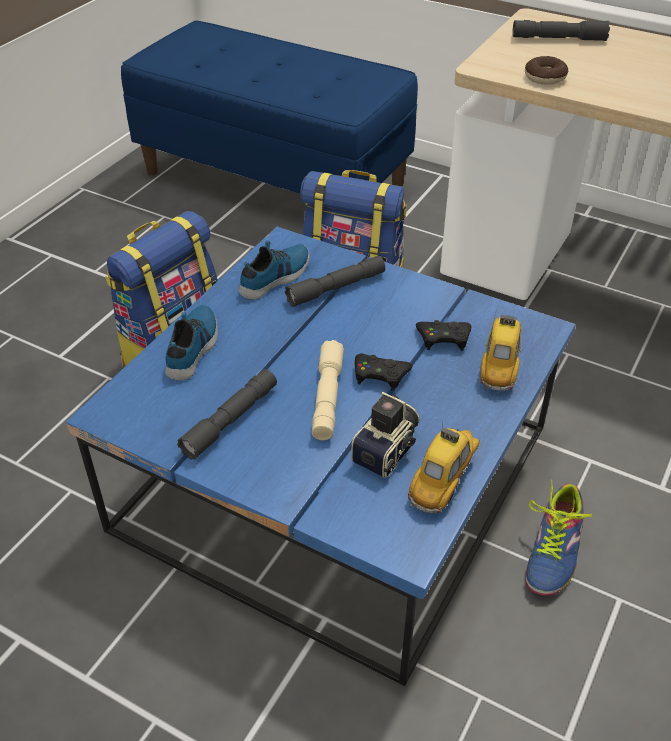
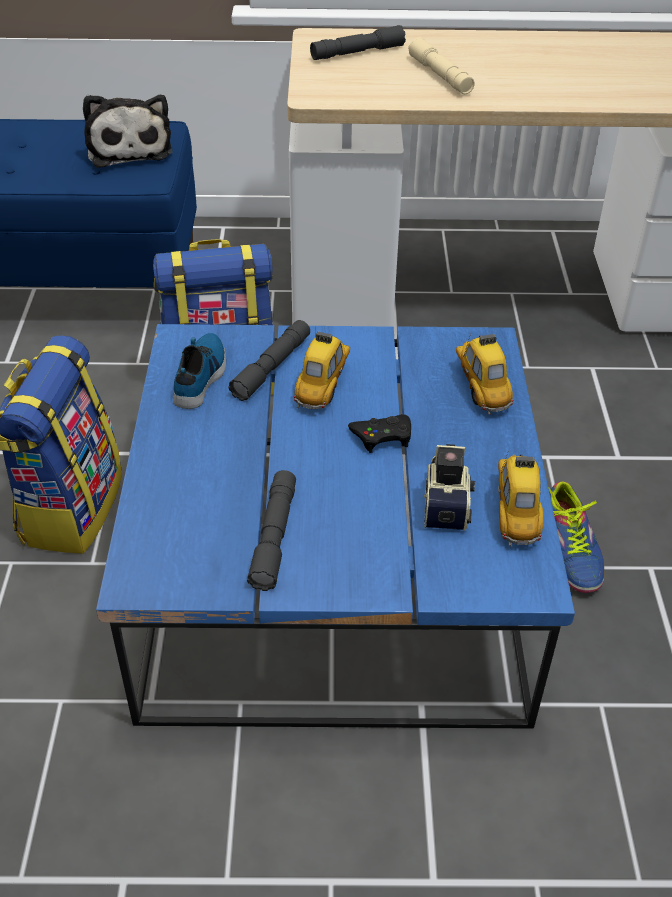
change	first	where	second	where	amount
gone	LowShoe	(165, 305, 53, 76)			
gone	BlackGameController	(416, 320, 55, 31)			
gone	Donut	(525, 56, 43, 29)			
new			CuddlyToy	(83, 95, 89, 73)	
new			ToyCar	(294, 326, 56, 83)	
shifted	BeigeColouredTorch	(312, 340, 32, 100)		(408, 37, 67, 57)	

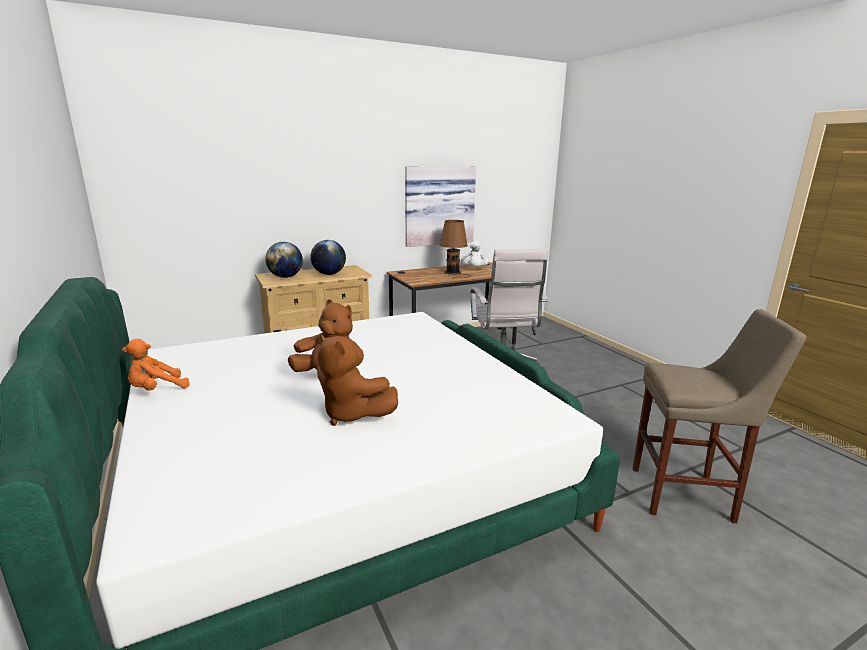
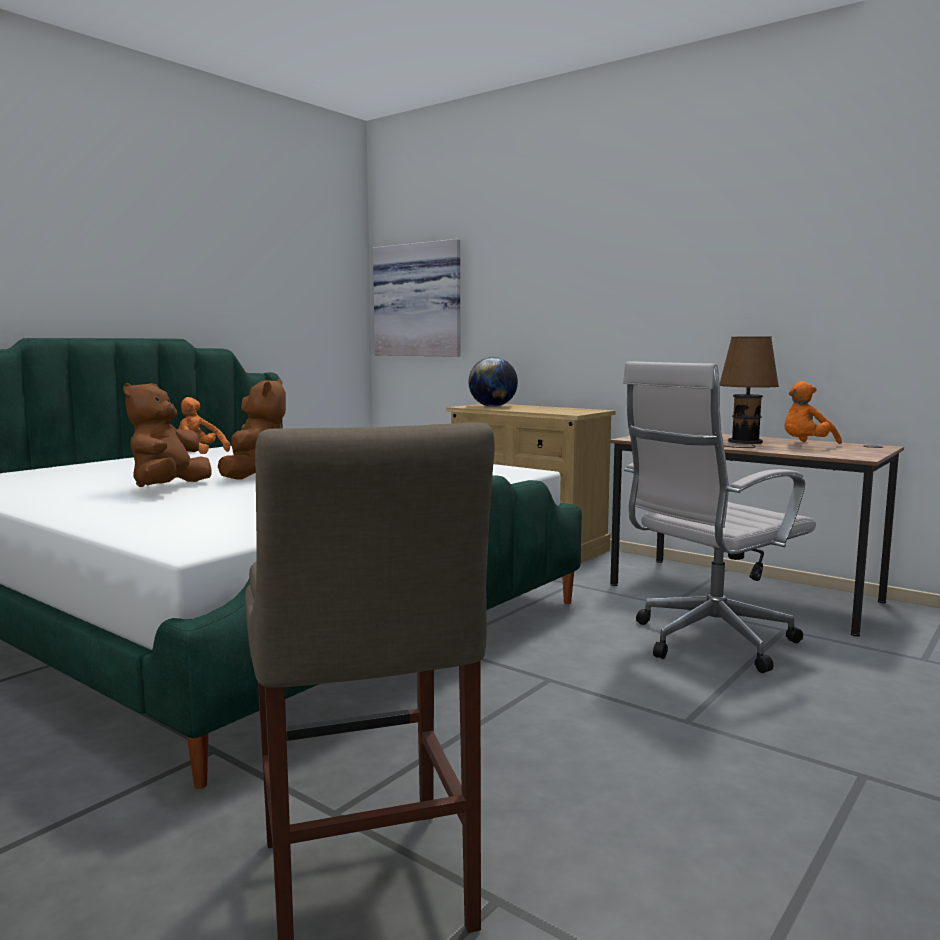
change	first	where	second	where	amount
gone	WorldGlobe	(310, 240, 36, 35)			
shifted	Picture	(405, 167, 71, 80)		(373, 239, 87, 118)	
repainted	WhitishCuddlyToy	(460, 241, 29, 26)	OrangeyCuddlyToy	(784, 381, 58, 63)	

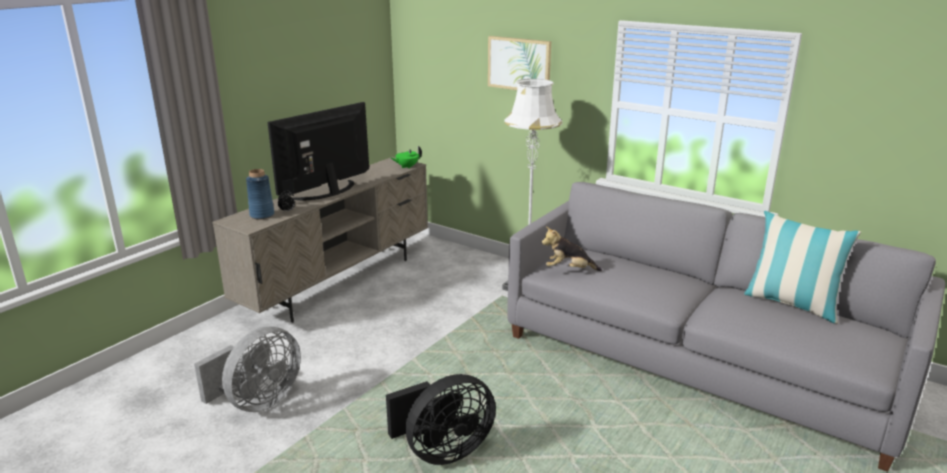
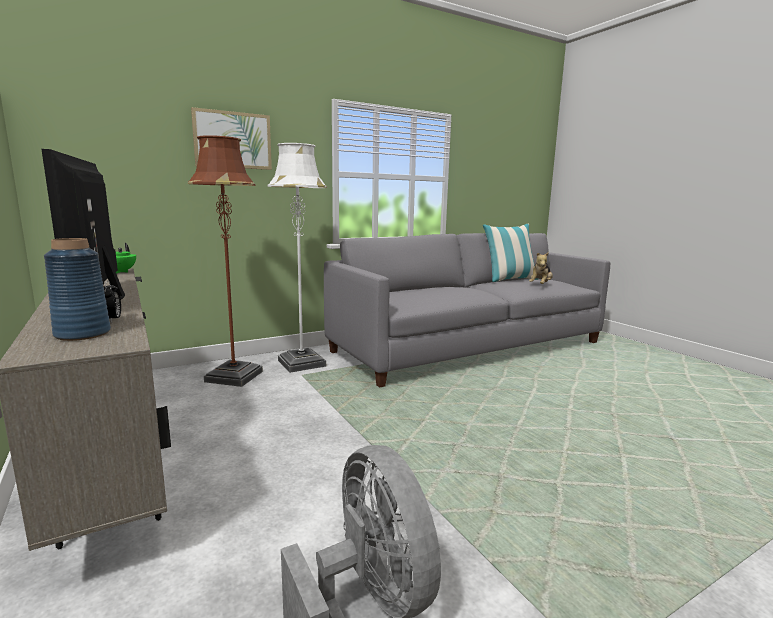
change	first	where	second	where	amount
gone	BlackElectricFan	(386, 374, 110, 91)			
new			BrownStandardLamp	(188, 135, 75, 252)	
shifted	CuddlyToy	(541, 227, 61, 44)		(529, 252, 24, 32)	

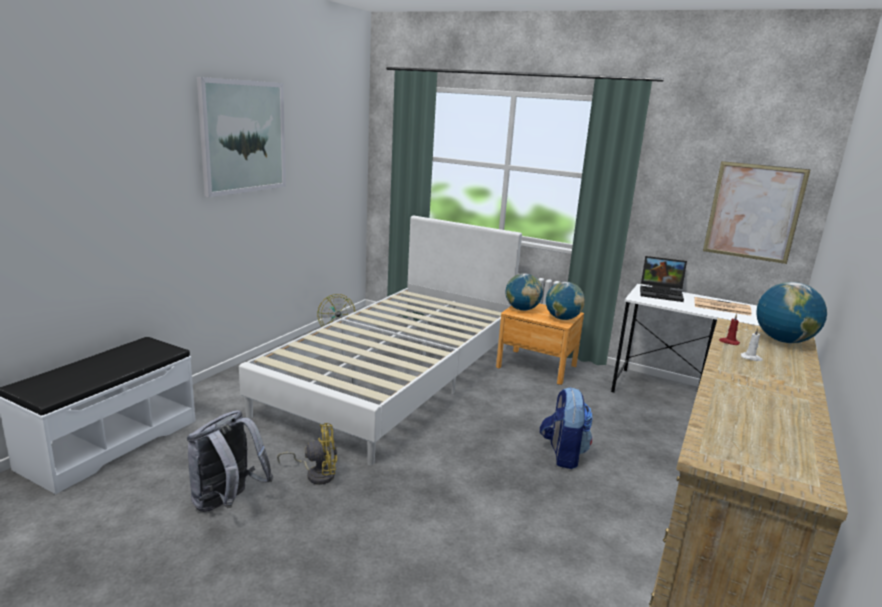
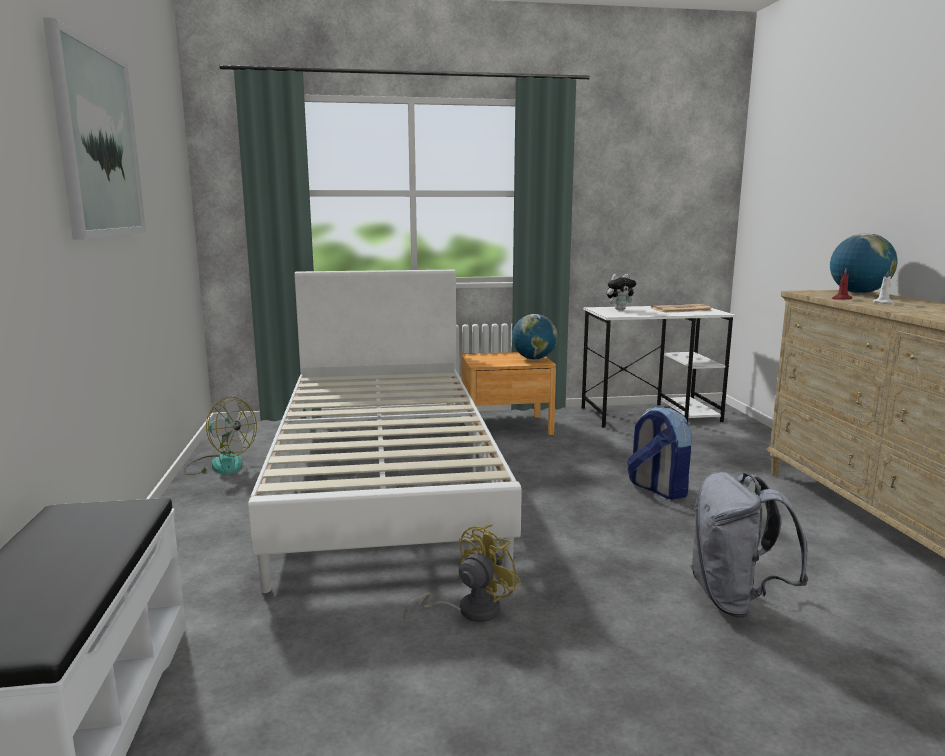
change	first	where	second	where	amount
gone	WorldGlobe	(506, 273, 37, 38)			
gone	Picture	(703, 161, 108, 103)			
shifted	GrayBackpack	(187, 410, 86, 102)		(690, 472, 118, 146)	
swapped	NotebookComputer	(640, 256, 47, 46)	CuddlyToy	(607, 274, 29, 36)	

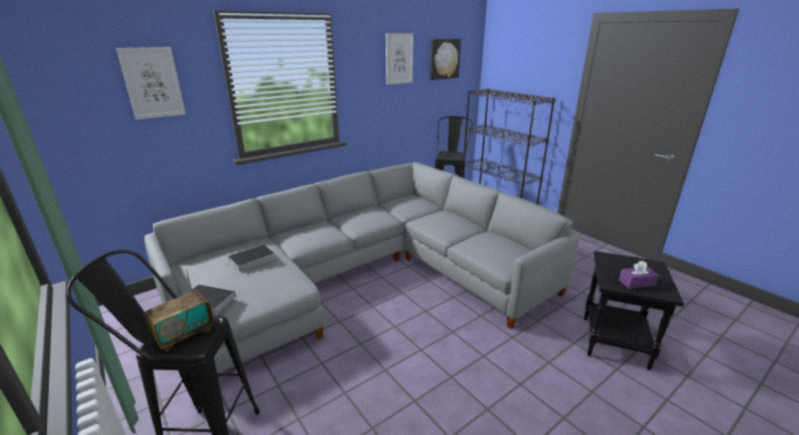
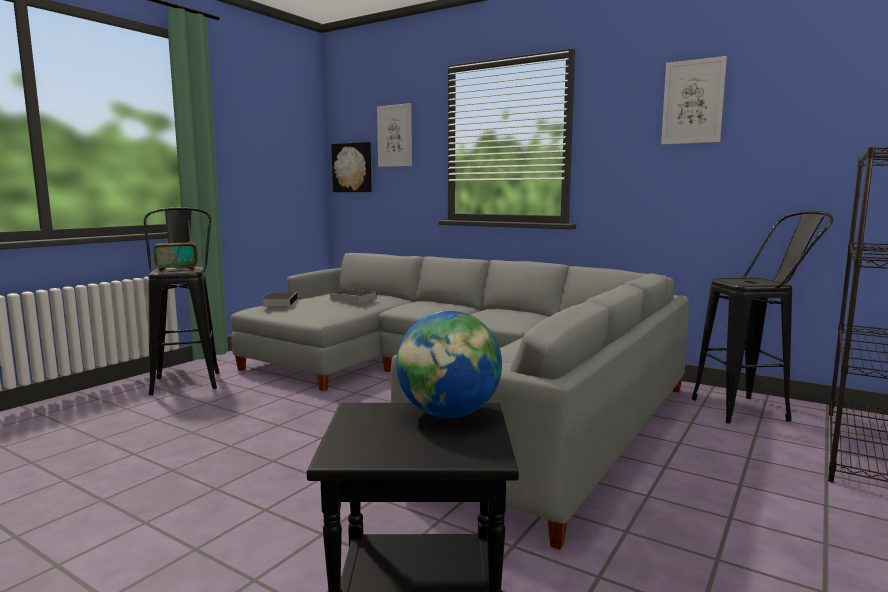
change	first	where	second	where	amount
gone	PurpleTissueBox	(619, 261, 40, 28)			
new			WorldGlobe	(396, 311, 106, 107)	
shifted	Picture	(430, 39, 31, 41)		(331, 142, 41, 50)	
rotated	RadioSet	(144, 269, 70, 83)		(153, 221, 45, 51)	45 degrees counterclockwise

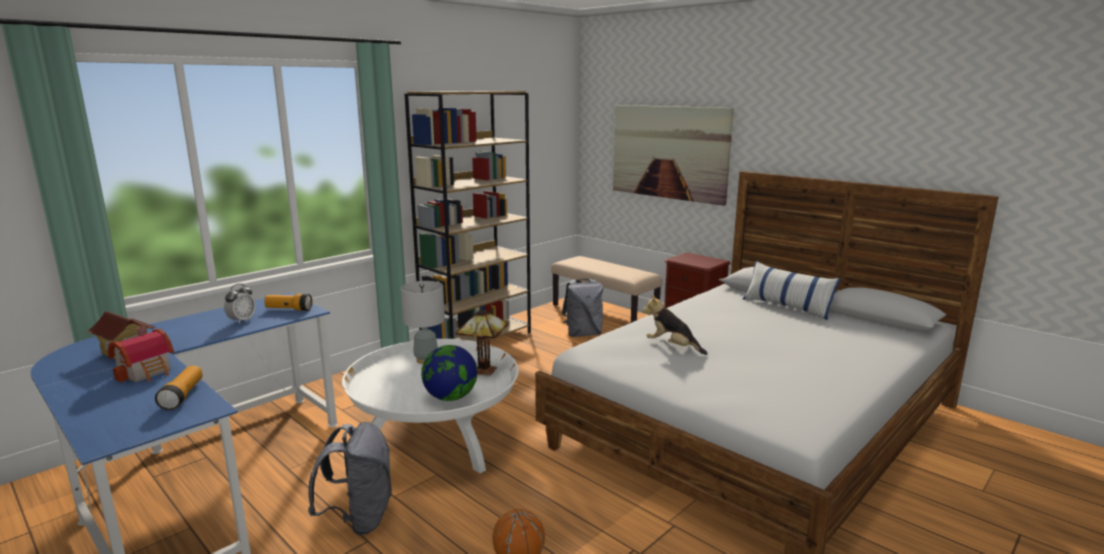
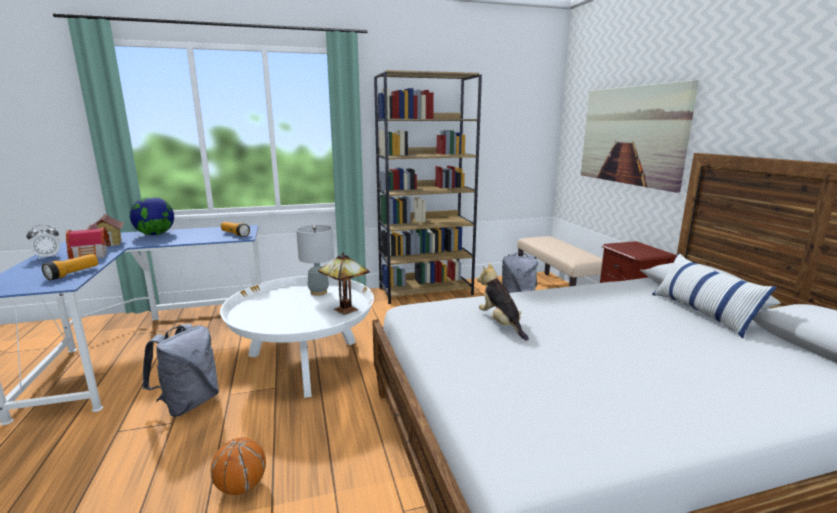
change	first	where	second	where	amount
shifted	BedsideClock	(224, 284, 31, 40)		(26, 225, 34, 35)	
shifted	WorldGlobe	(421, 345, 56, 56)		(130, 197, 44, 38)	

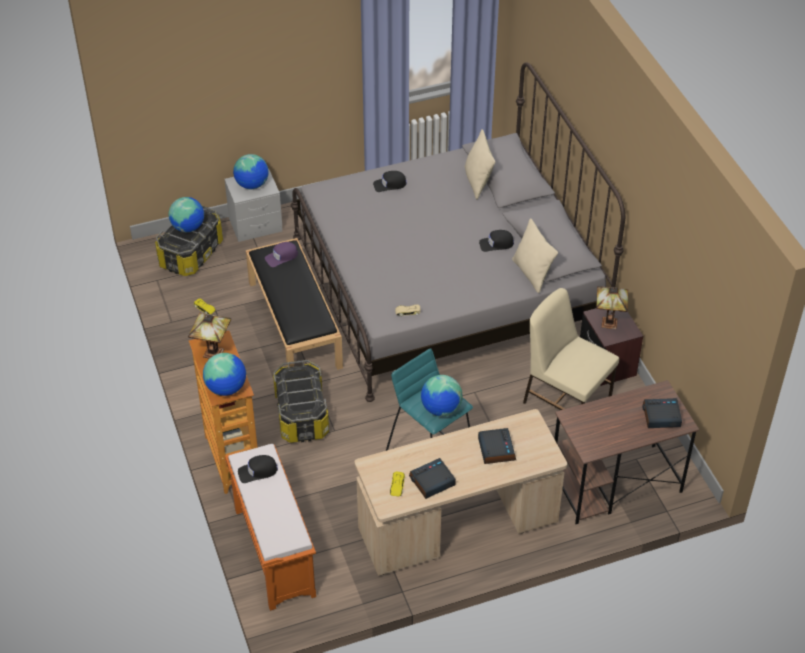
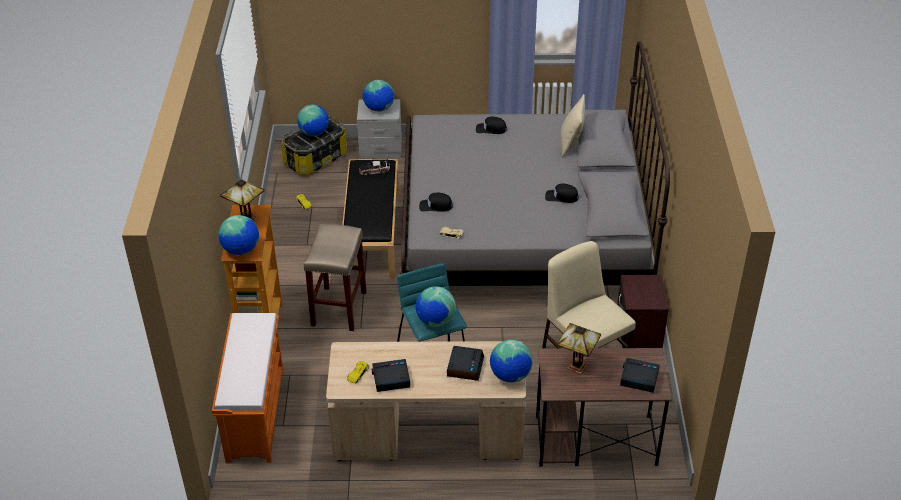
change	first	where	second	where	amount
gone	BeigeColouredThrowPillow	(512, 218, 46, 75)			
new			WorldGlobe	(490, 340, 43, 43)	
shifted	BlackCap	(238, 455, 40, 28)		(419, 193, 34, 19)	
shifted	TabletopLamp	(596, 286, 32, 44)		(557, 323, 44, 51)	
swapped	PurpleCap	(265, 242, 33, 25)	ToyCar	(359, 159, 31, 17)	
swapped	StorageBin	(273, 360, 56, 83)	BeigeColouredStool	(304, 224, 63, 107)	

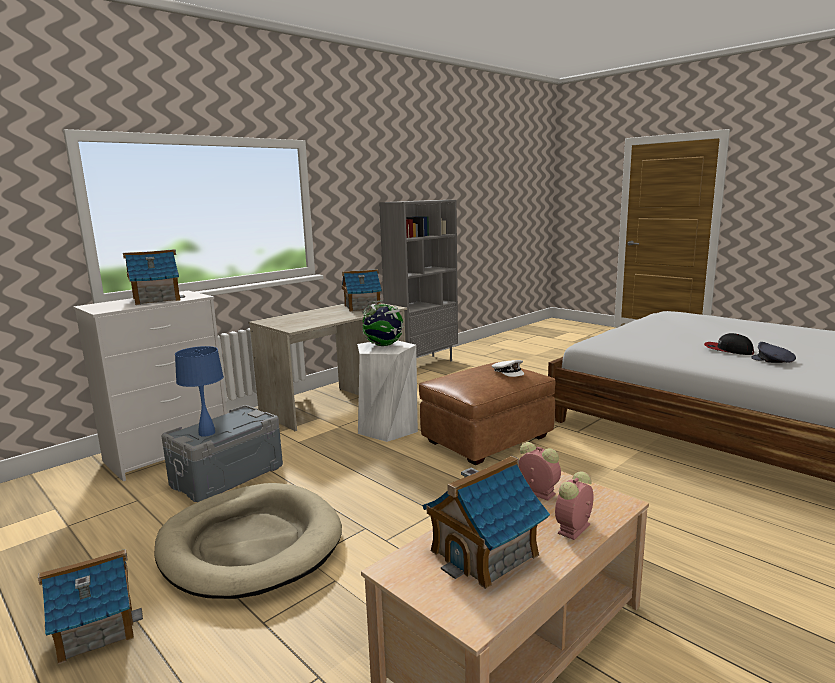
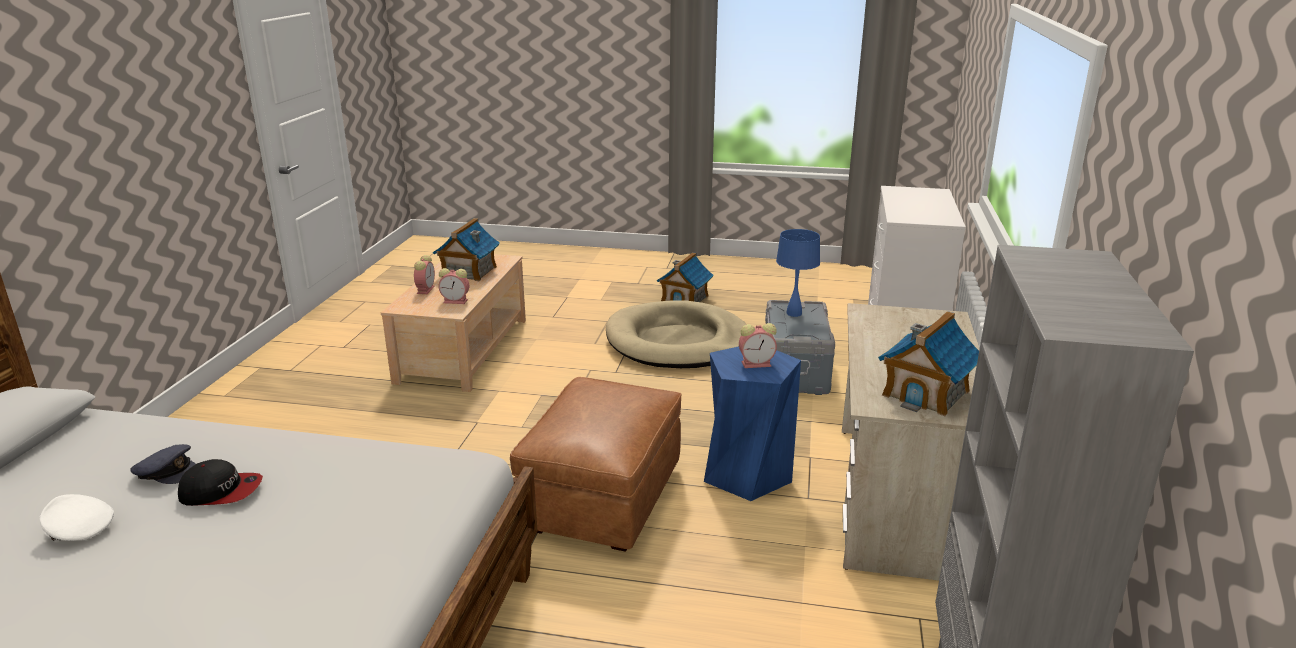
change	first	where	second	where	amount
gone	ToyHouse	(123, 249, 62, 56)			
shifted	WhitishCap	(492, 360, 32, 17)		(39, 494, 75, 47)	
swapped	WorldGlobe	(362, 300, 42, 46)	BedsideClock	(739, 323, 38, 45)	
repainted	WhitishStool	(357, 340, 61, 102)	BlueColouredStool	(704, 346, 97, 155)	

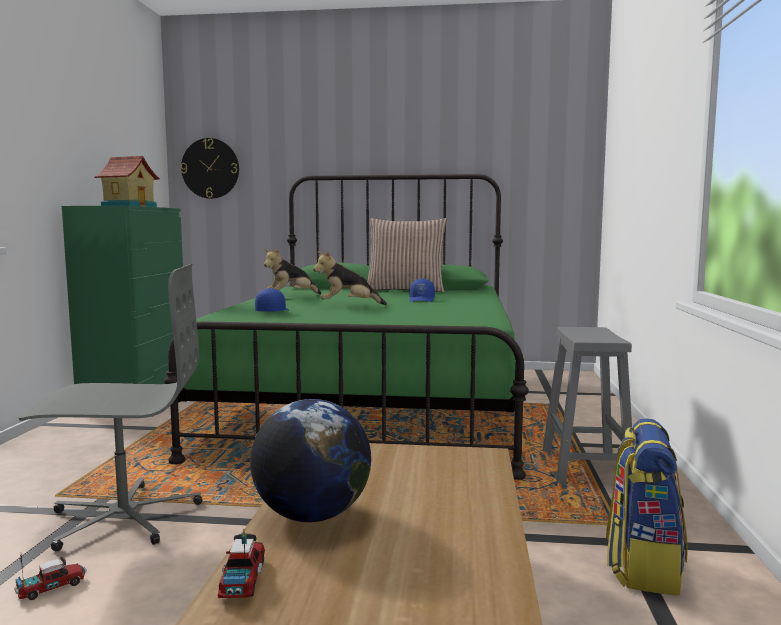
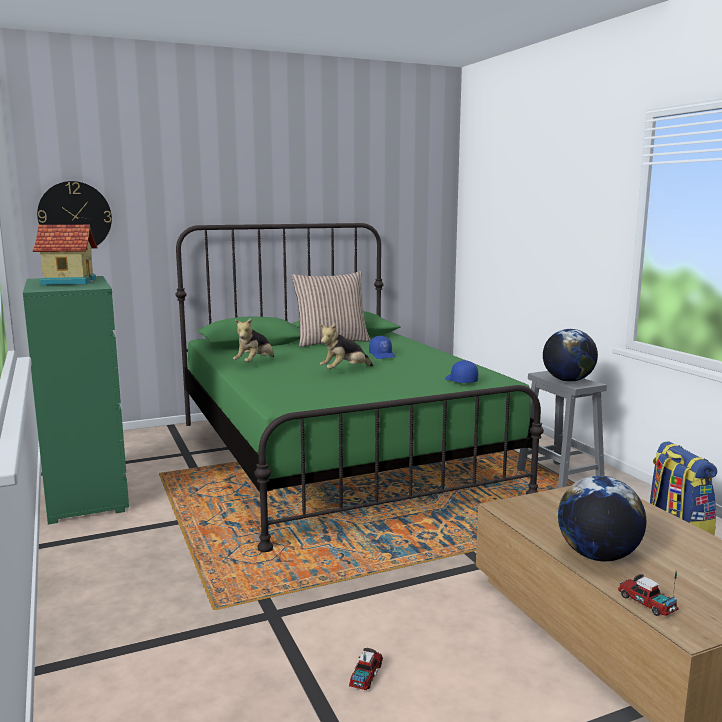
change	first	where	second	where	amount
gone	GrayOfficeChair	(18, 264, 184, 287)			
new			WorldGlobe	(543, 329, 55, 53)	
shifted	BlueColouredCap	(255, 288, 34, 24)		(445, 360, 33, 23)	

